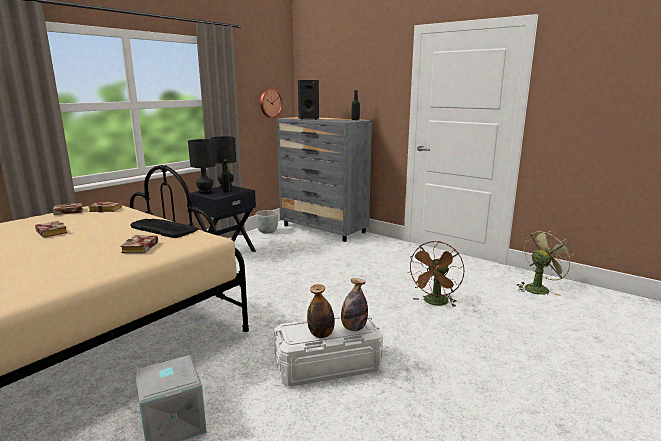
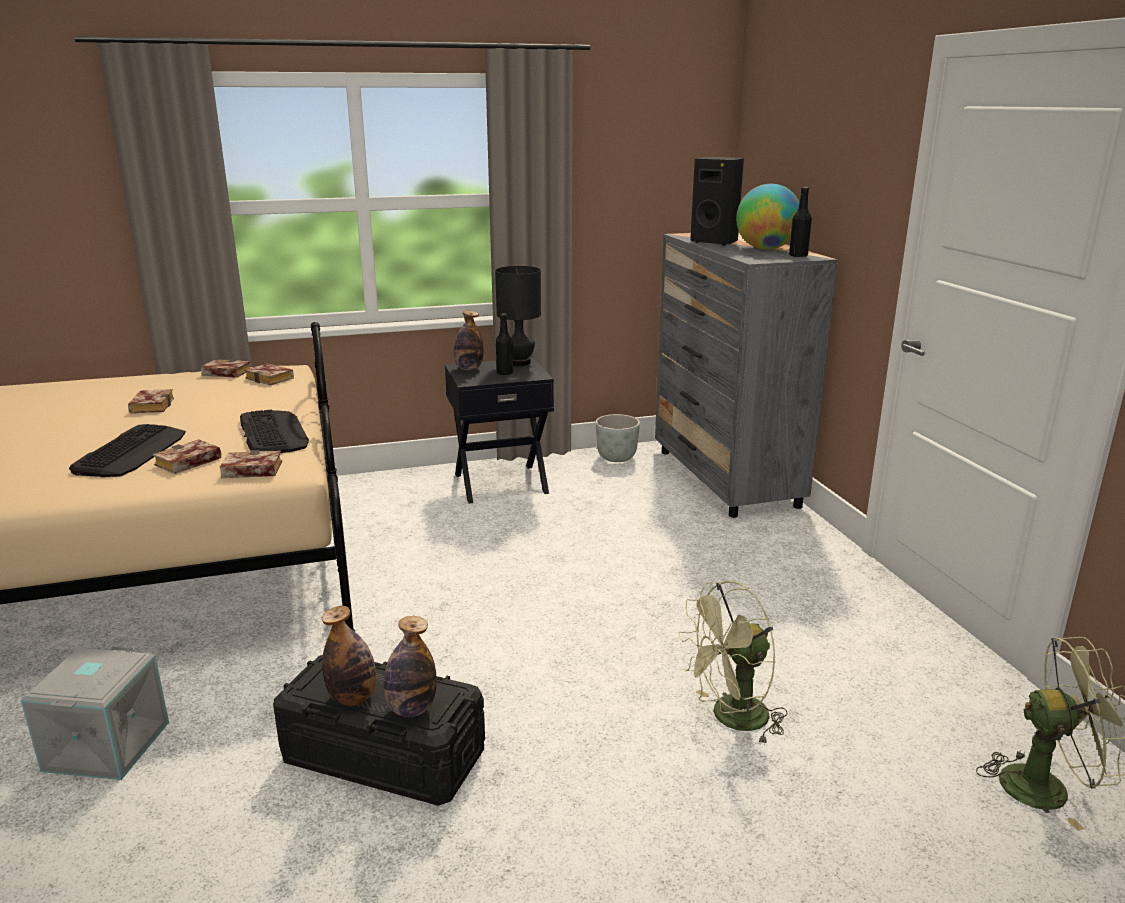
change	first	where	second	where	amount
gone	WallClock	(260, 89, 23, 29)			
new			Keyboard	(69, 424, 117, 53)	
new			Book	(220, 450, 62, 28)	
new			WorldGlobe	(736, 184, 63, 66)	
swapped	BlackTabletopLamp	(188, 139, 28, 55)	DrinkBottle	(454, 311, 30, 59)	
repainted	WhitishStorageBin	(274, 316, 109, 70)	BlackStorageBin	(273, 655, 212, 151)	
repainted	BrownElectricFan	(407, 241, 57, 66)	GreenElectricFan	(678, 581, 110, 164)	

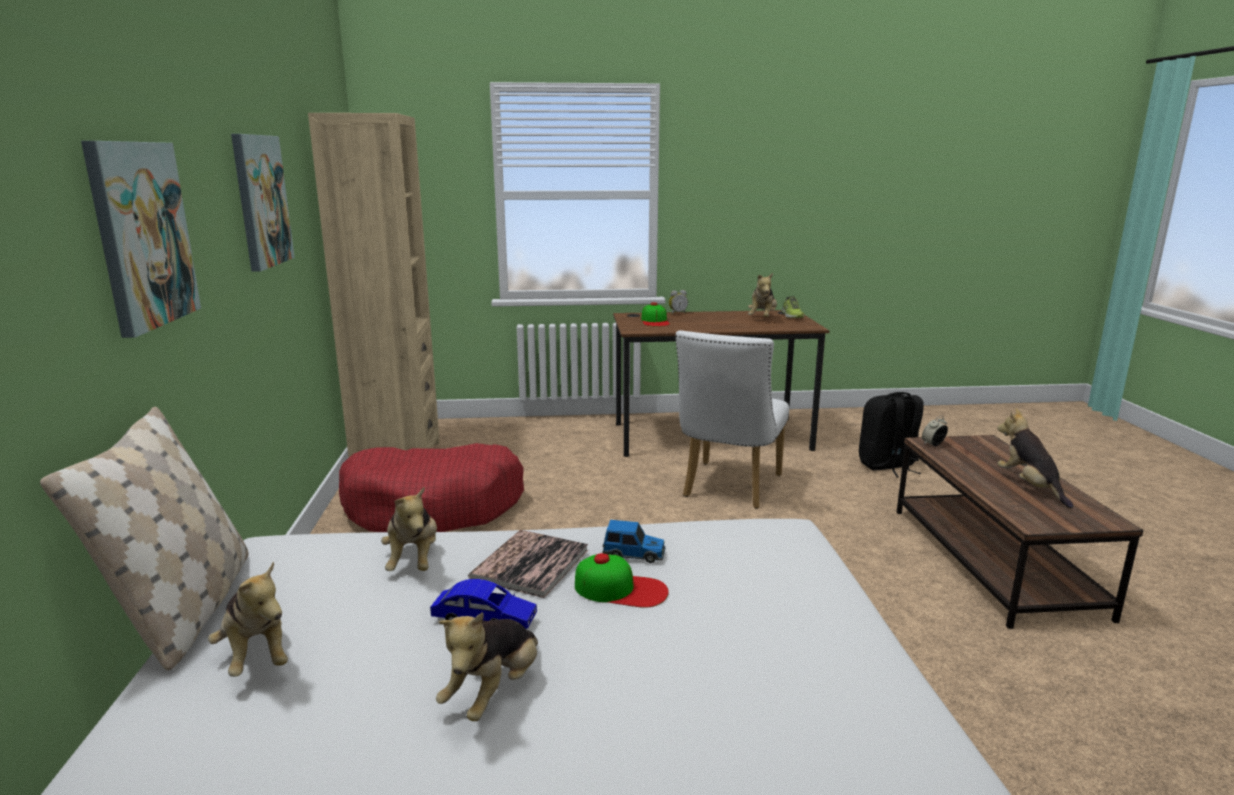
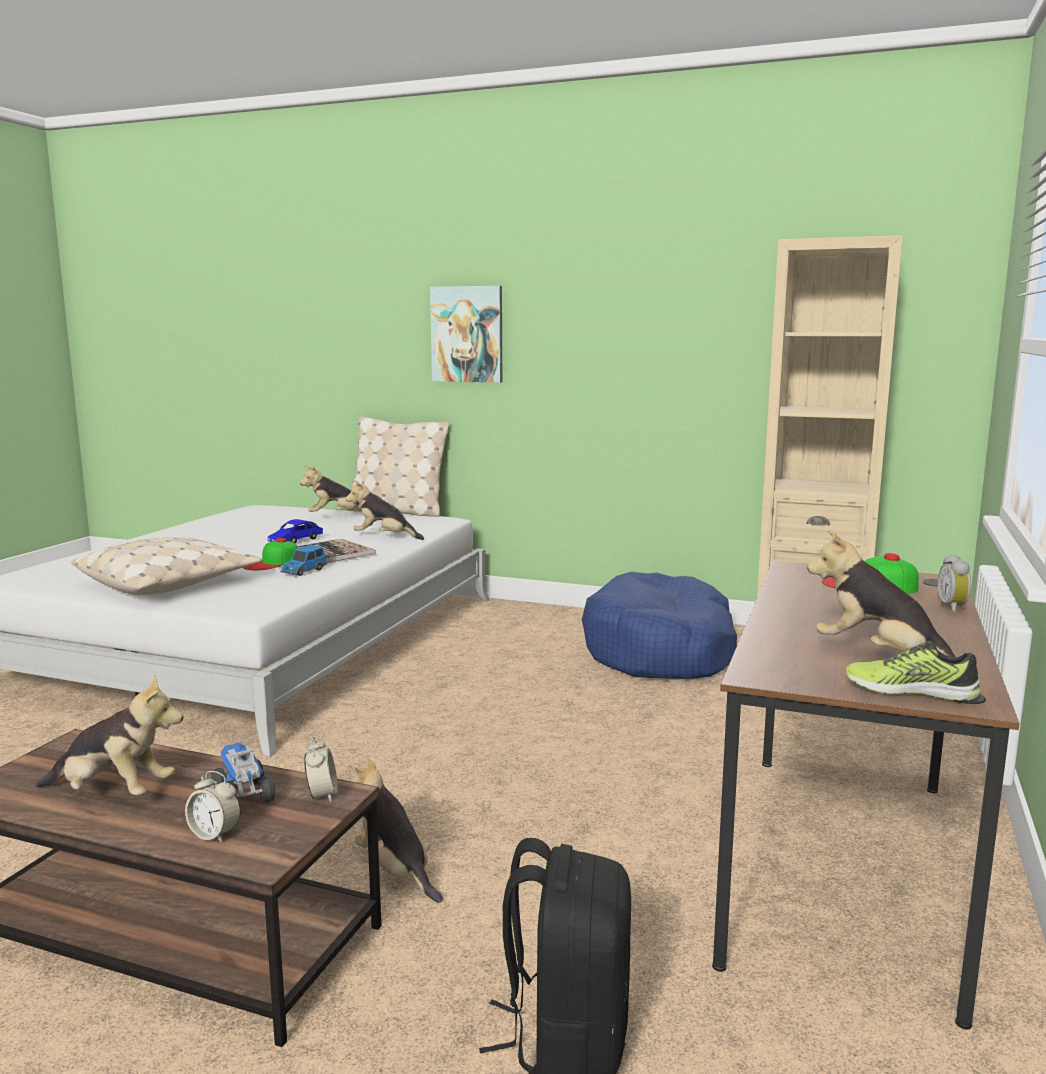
change	first	where	second	where	amount
gone	Picture	(231, 134, 64, 138)			
gone	WhitishChair	(675, 330, 114, 179)			
new			BeigeColouredThrowPillow	(71, 537, 191, 58)	
new			BedsideClock	(185, 771, 56, 72)	
new			ToyLorry	(211, 743, 65, 59)	
shifted	CuddlyToy	(436, 612, 102, 109)		(353, 758, 90, 145)	
repainted	ReddishDogCushion	(339, 443, 185, 89)	BlueColouredDogCushion	(582, 572, 155, 107)	

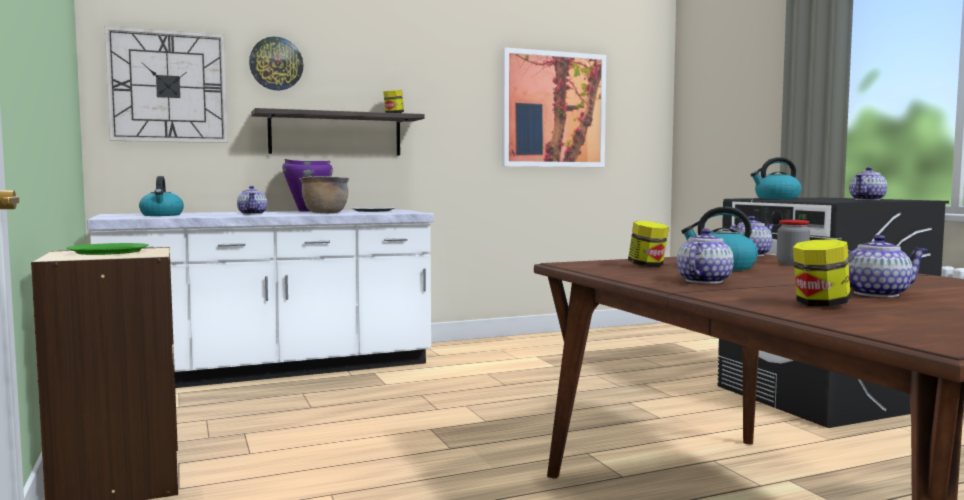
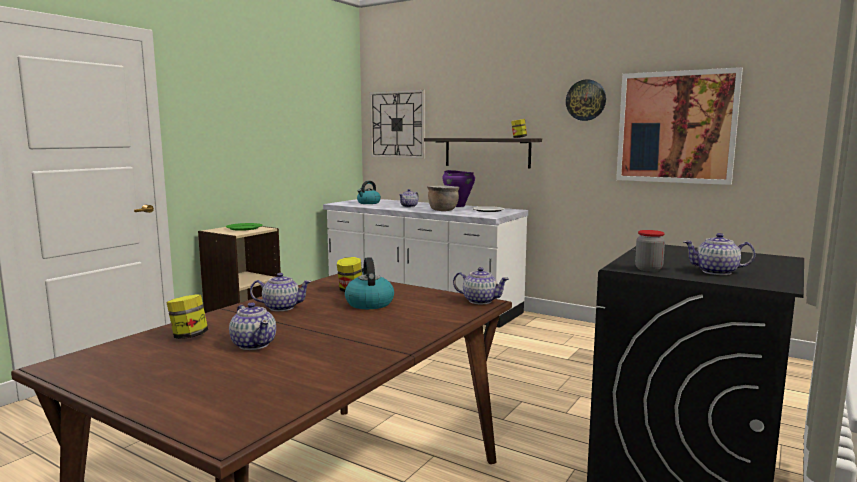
change	first	where	second	where	amount
gone	TeaKettle	(750, 157, 52, 42)			
shifted	WallClock	(249, 37, 54, 53)		(566, 79, 40, 42)	
shifted	Jar	(777, 220, 33, 45)		(635, 230, 30, 42)	

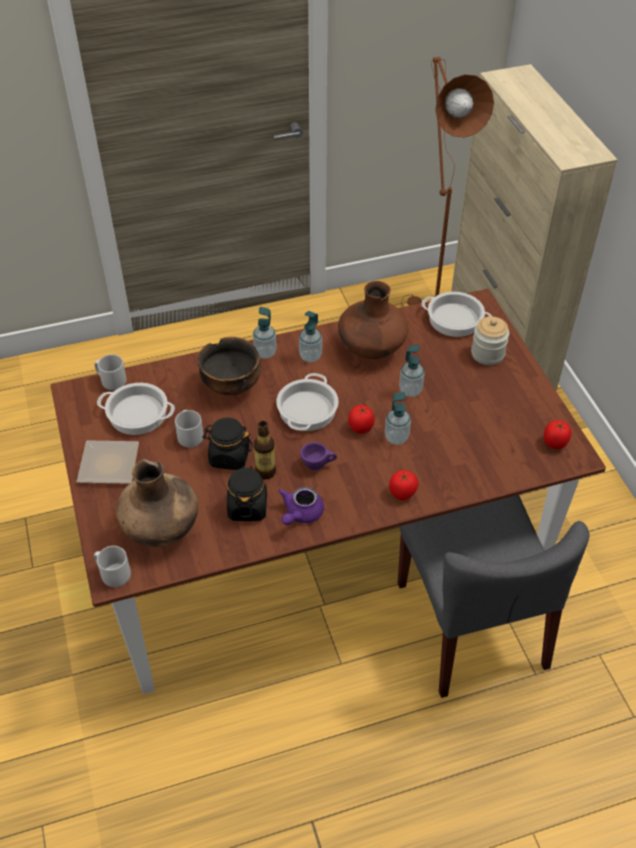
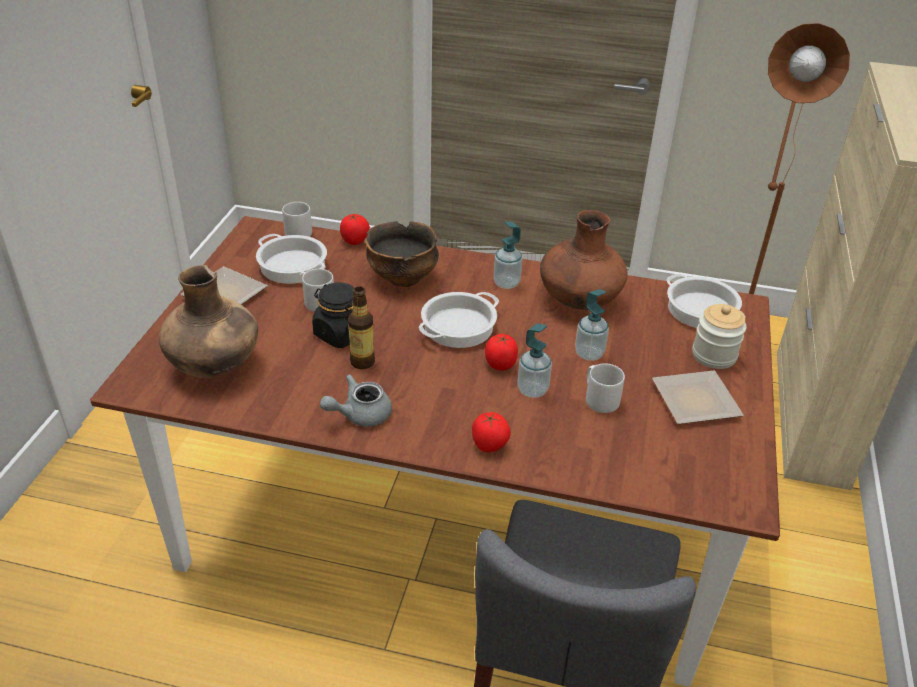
change	first	where	second	where	amount
gone	BlackJar	(227, 466, 40, 55)			
gone	LiquidSoapBottle	(253, 307, 24, 52)			
gone	PurpleSmallCup	(300, 442, 37, 28)			
new			FlatDish	(652, 371, 92, 53)	
shifted	GrayCoffeeMug	(94, 546, 37, 41)		(586, 363, 39, 50)	
shifted	FreshTomato	(544, 420, 27, 29)		(340, 214, 30, 31)	
repainted	PurpleTeaPot	(278, 487, 46, 38)	GrayTeaPot	(320, 374, 72, 53)	

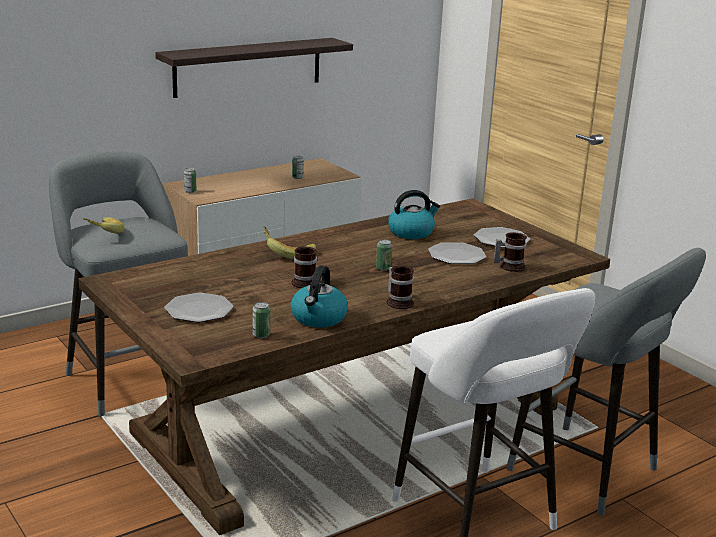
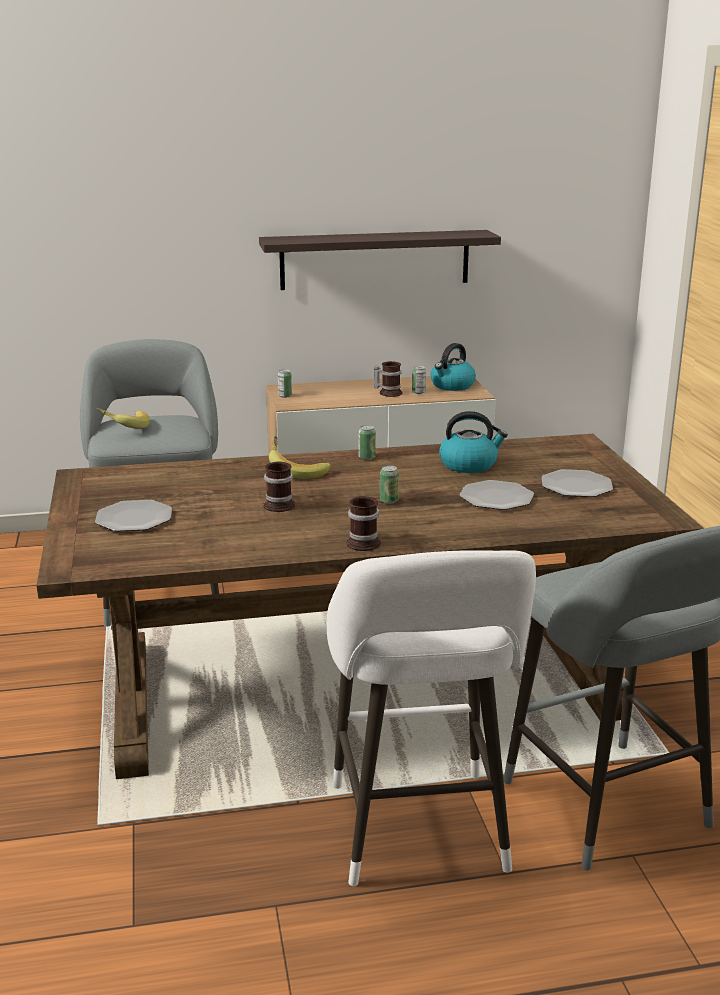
change	first	where	second	where	amount
shifted	SealedCan	(253, 302, 17, 36)		(359, 425, 17, 35)	
shifted	TeaKettle	(290, 265, 58, 63)		(431, 343, 45, 48)	
shifted	CoffeeMug	(494, 232, 33, 40)		(374, 361, 29, 36)	

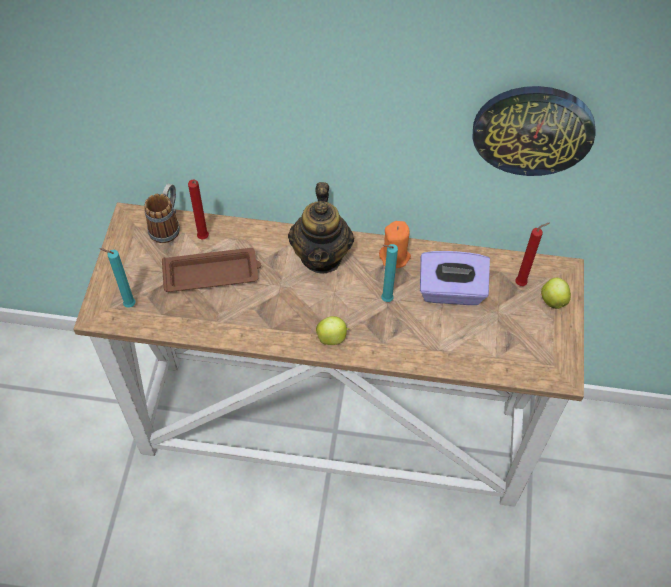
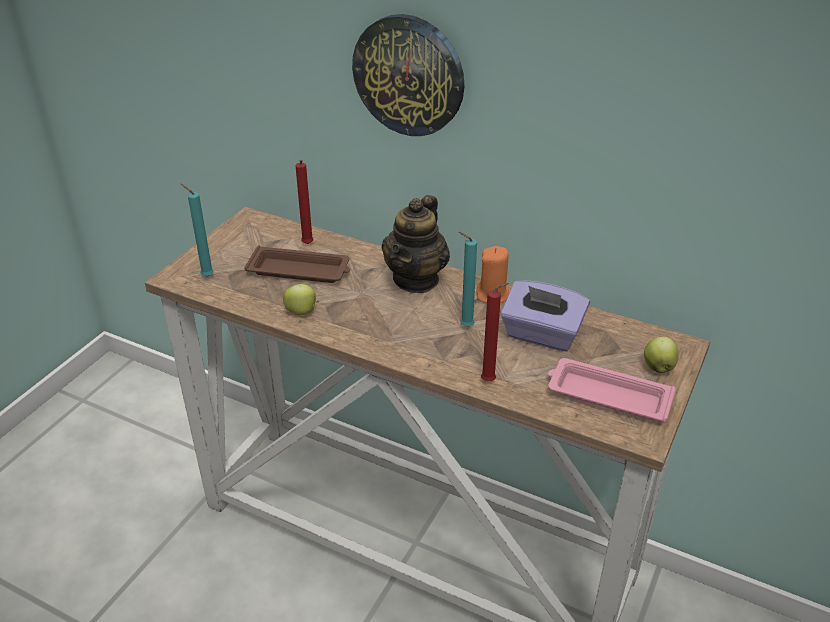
change	first	where	second	where	amount
gone	CoffeeMug	(144, 184, 36, 59)			
new			PinkColouredCarryingTray	(548, 358, 128, 63)	
shifted	WholeApple	(316, 316, 34, 29)		(283, 284, 36, 31)	
shifted	WallClock	(472, 86, 123, 90)		(352, 14, 113, 122)	
shifted	ReddishWaxCandle	(515, 223, 35, 63)		(481, 283, 28, 98)	

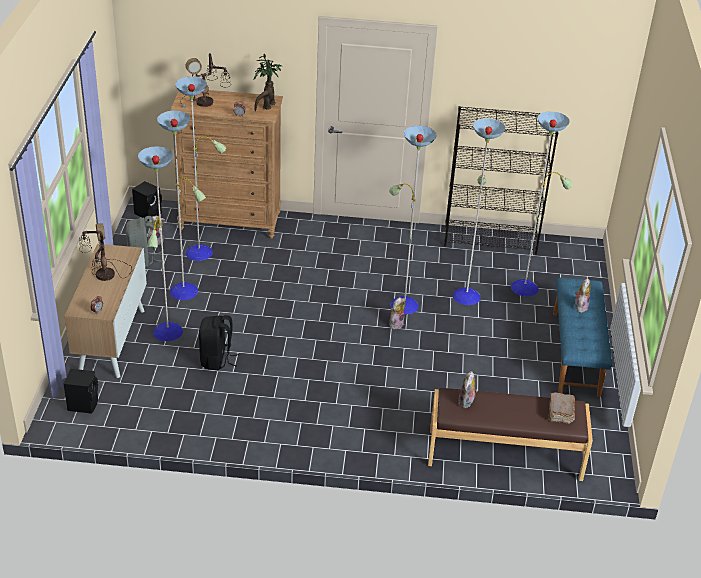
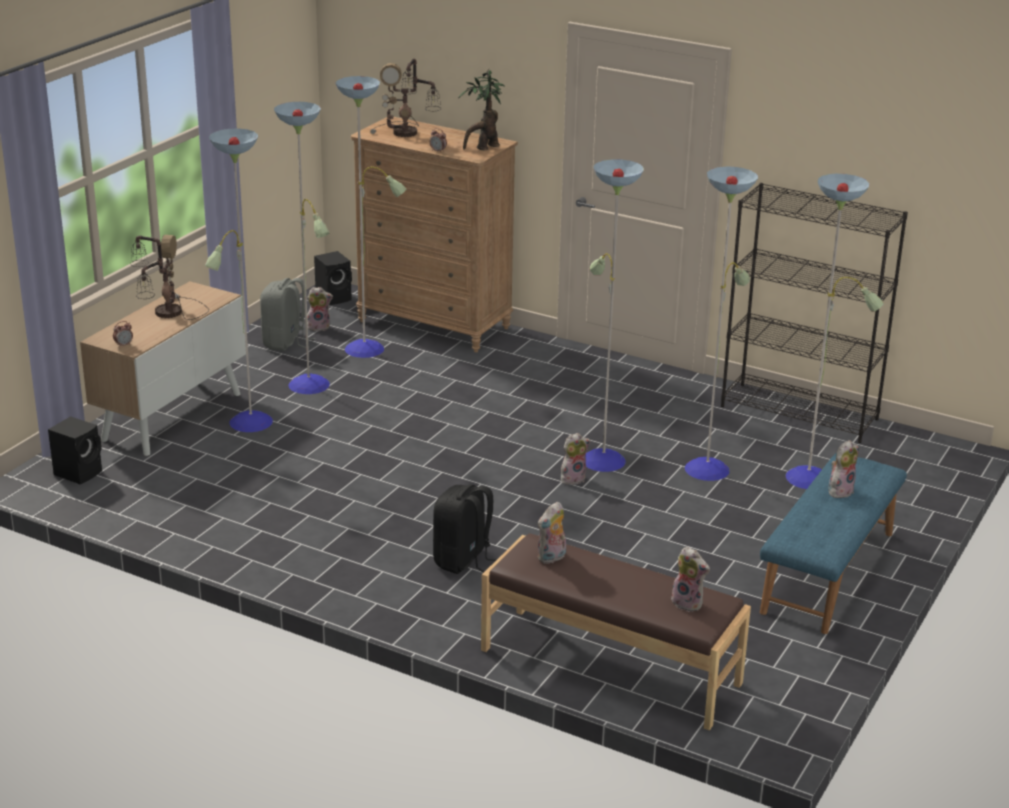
change	first	where	second	where	amount
shifted	BlackBackpack	(199, 315, 40, 55)		(433, 484, 63, 90)	
swapped	BrownBook	(549, 393, 26, 31)	CuddlyToy	(671, 546, 39, 66)	

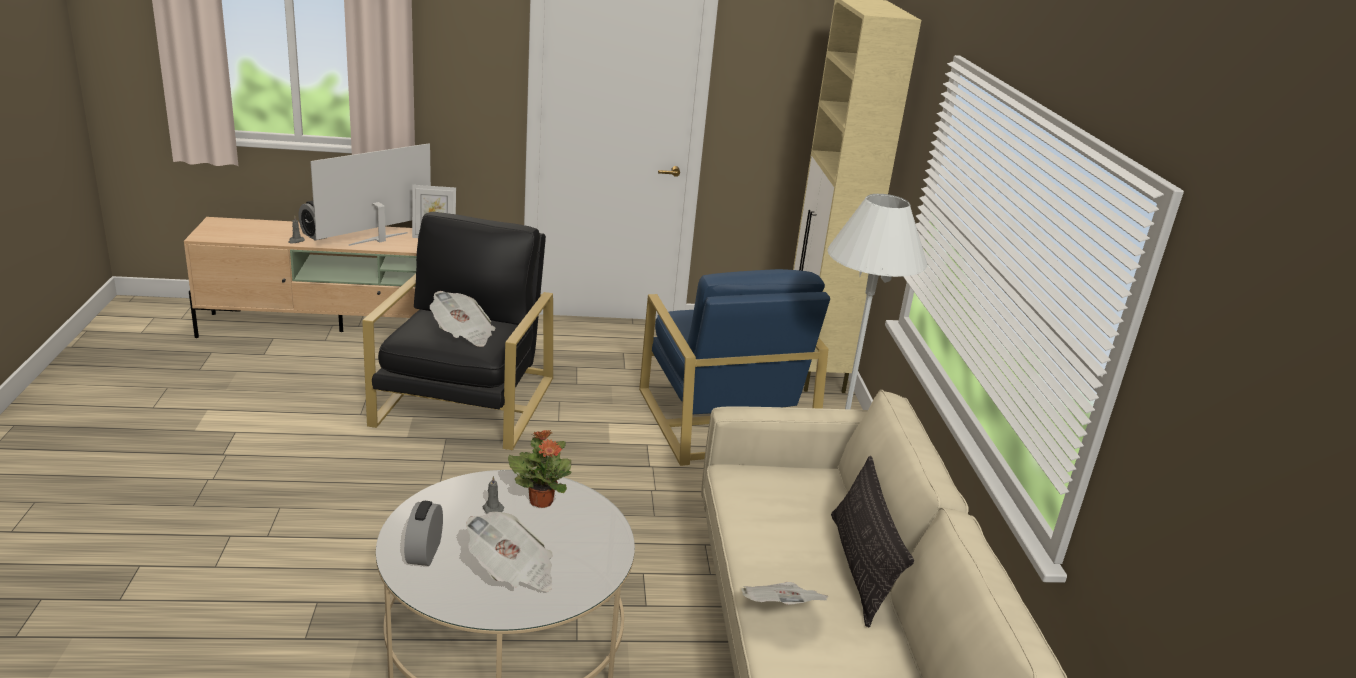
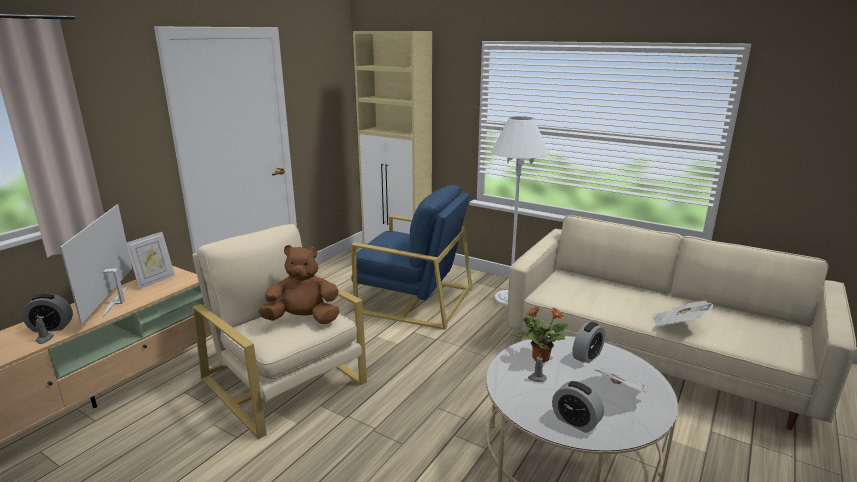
change	first	where	second	where	amount
gone	ThrowPillow	(831, 456, 83, 171)			
new			BedsideClock	(572, 322, 33, 41)	
swapped	Newspaper	(430, 291, 66, 56)	BrownCuddlyToy	(258, 245, 82, 79)	
repainted	BlackEasyChair	(362, 212, 191, 238)	BeigeColouredEasyChair	(192, 224, 175, 215)	

